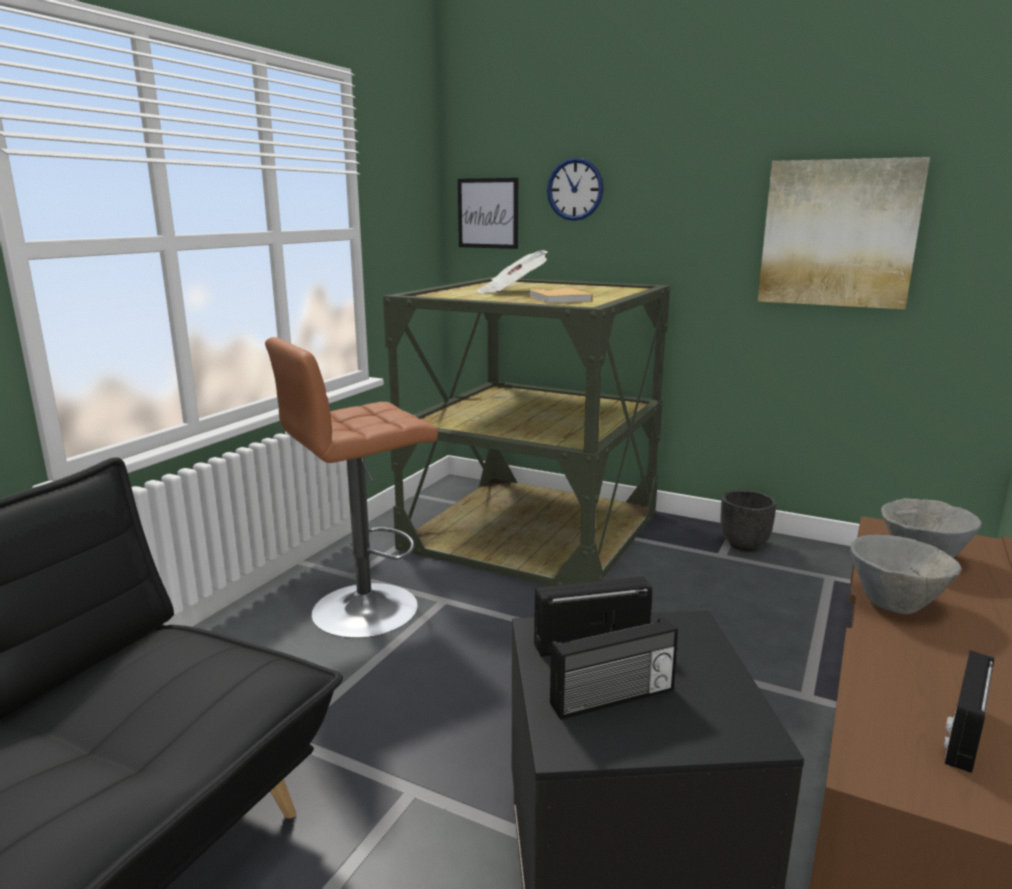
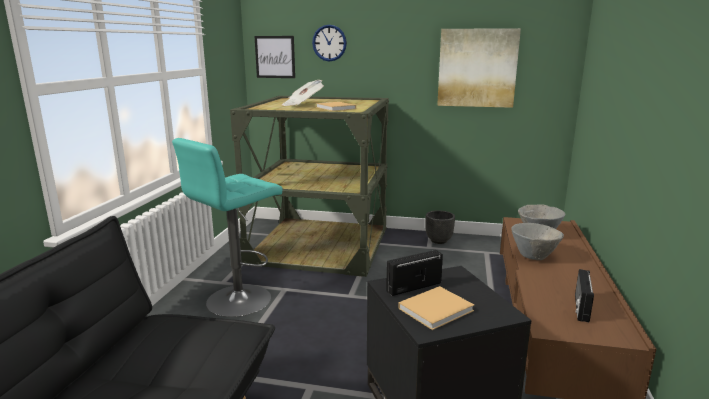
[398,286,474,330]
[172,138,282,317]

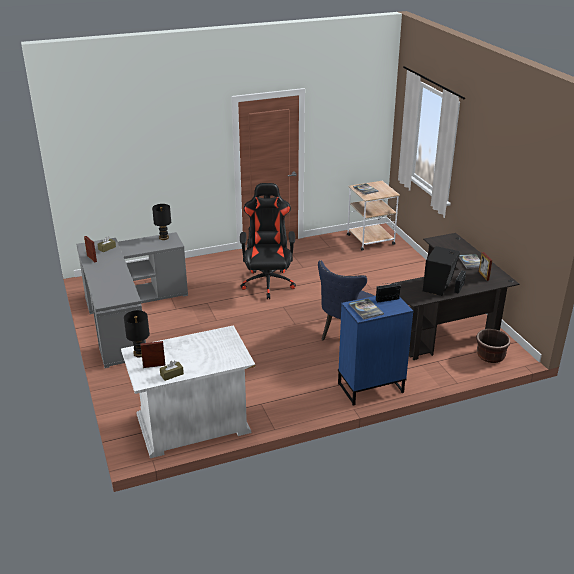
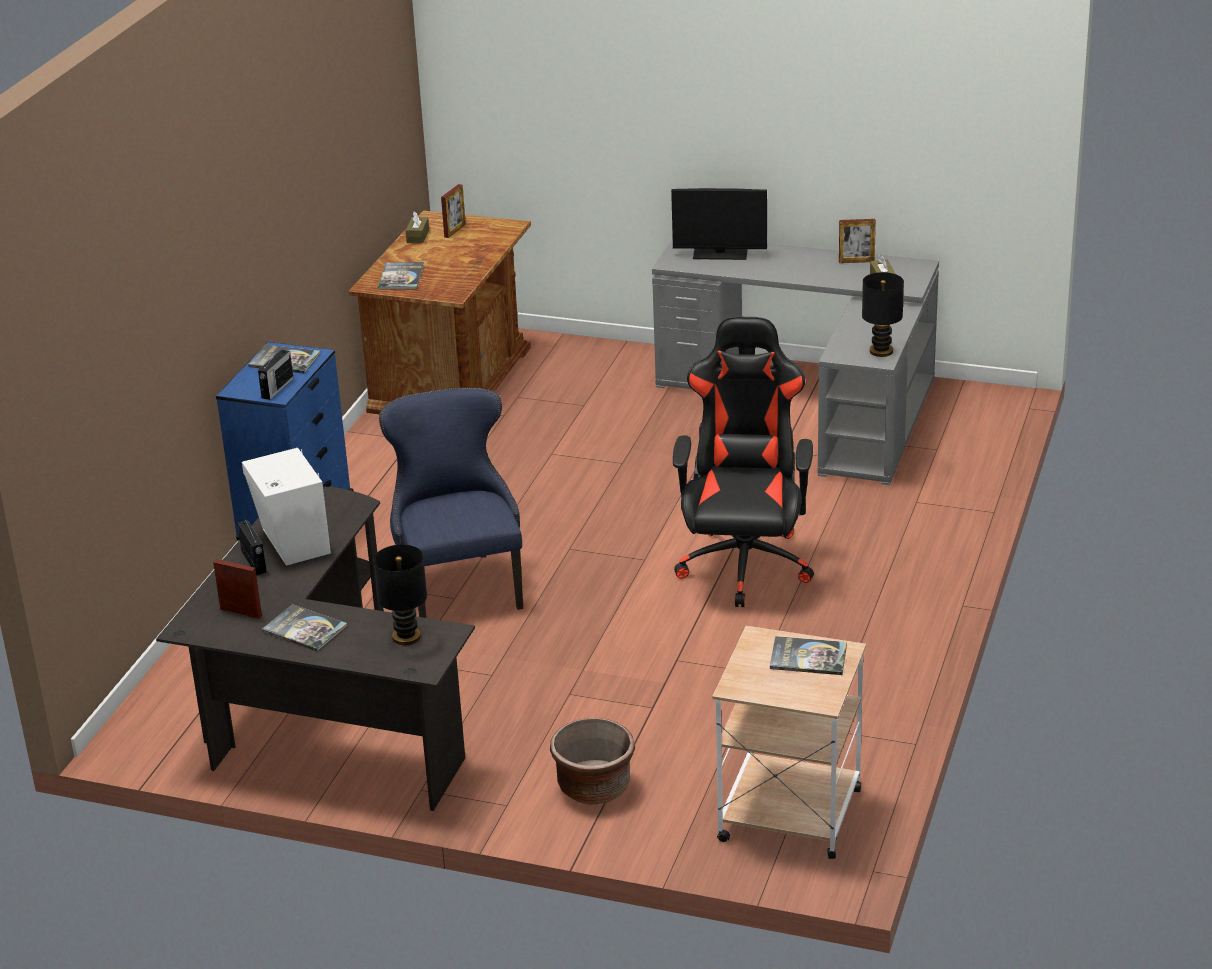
[378,262,424,289]
[671,188,767,260]
[374,545,427,645]
[550,718,635,804]
[349,211,531,414]
[242,448,331,566]
[673,317,814,607]

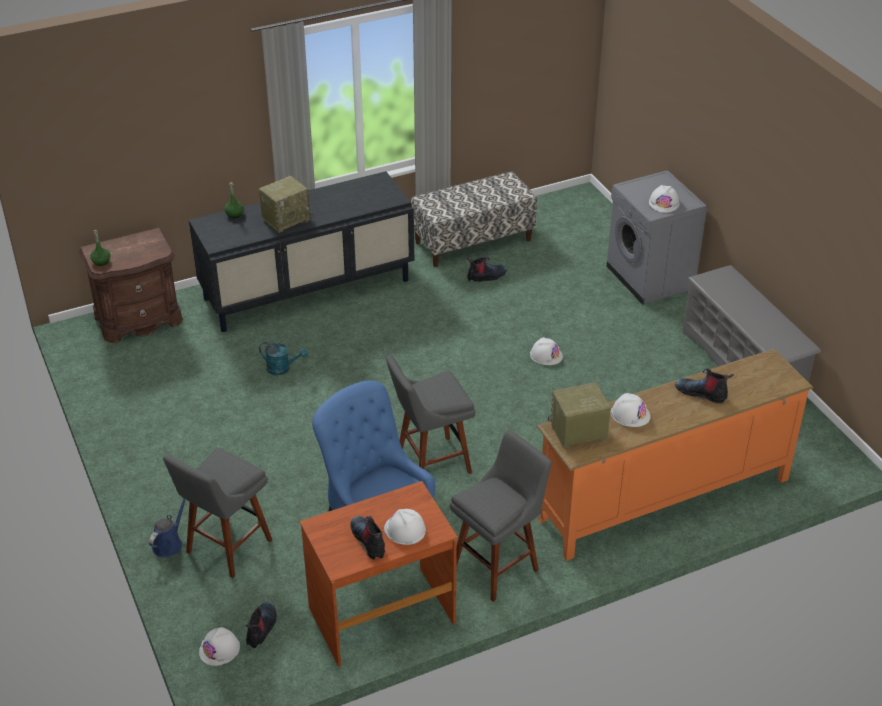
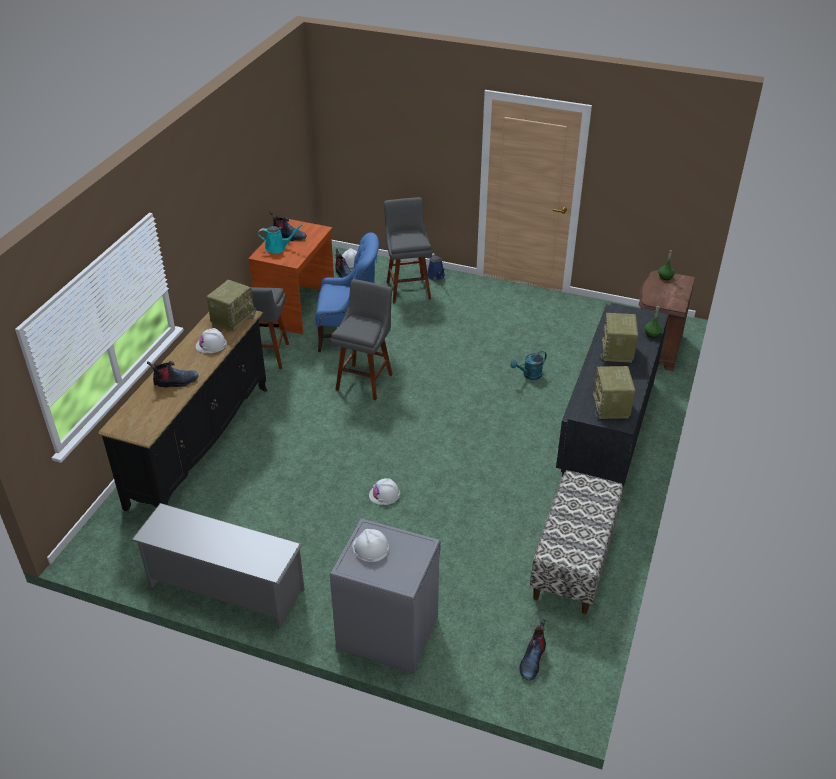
[593,366,635,419]
[519,619,546,680]
[258,224,303,253]
[98,310,268,511]

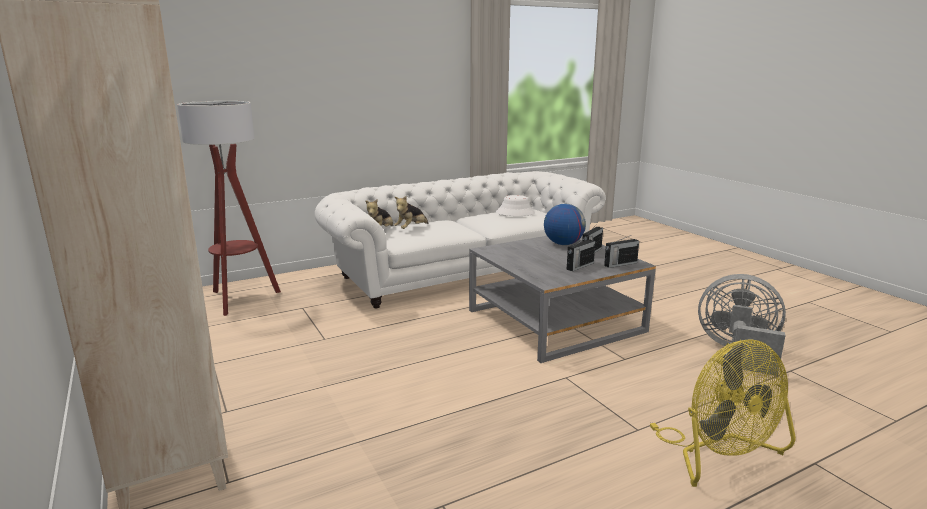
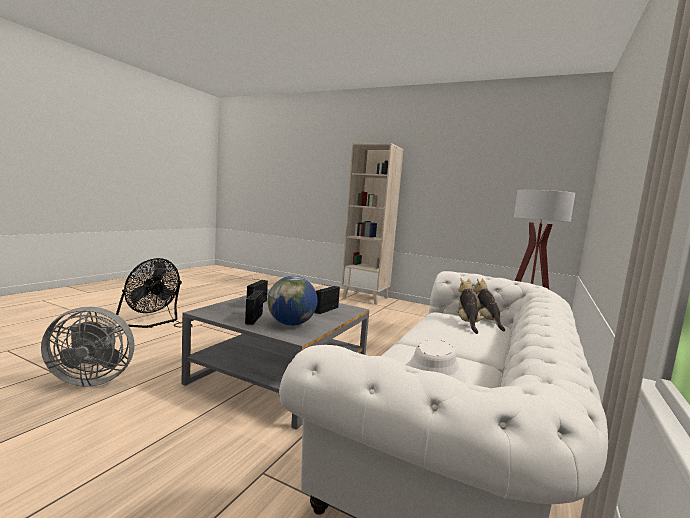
[314,284,340,314]
[116,258,193,328]

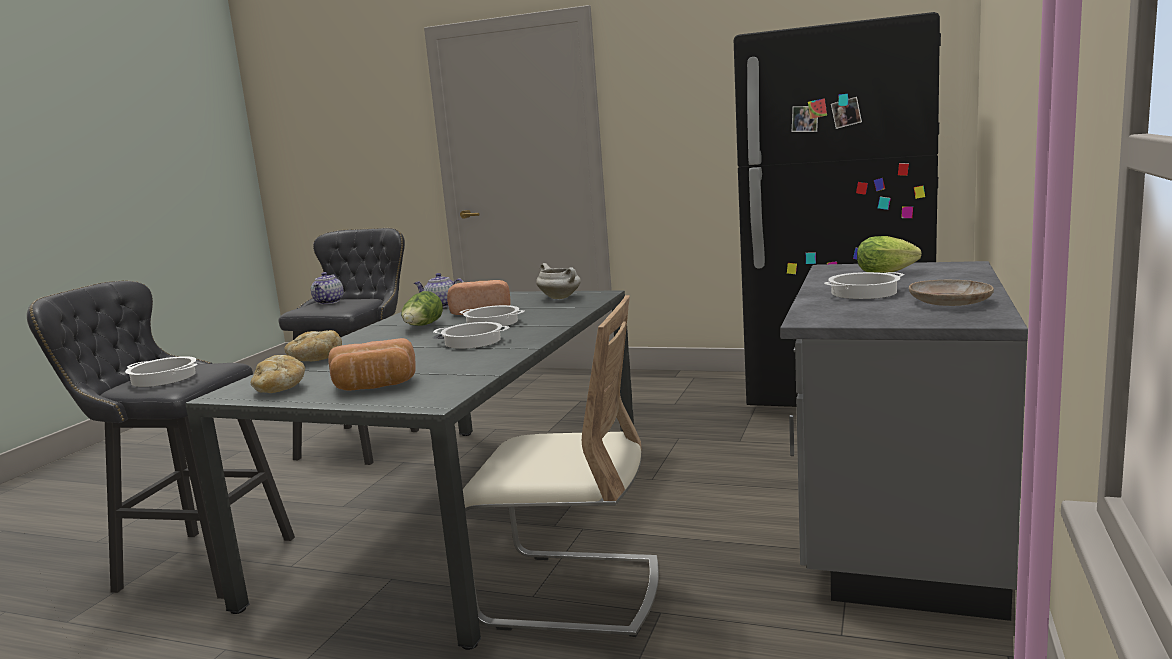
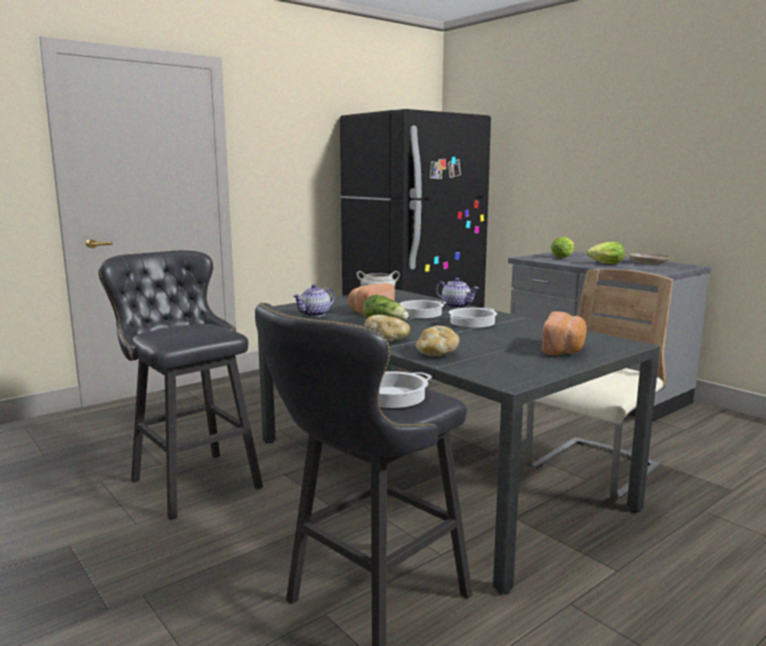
[364,315,410,341]
[436,278,478,308]
[587,242,625,264]

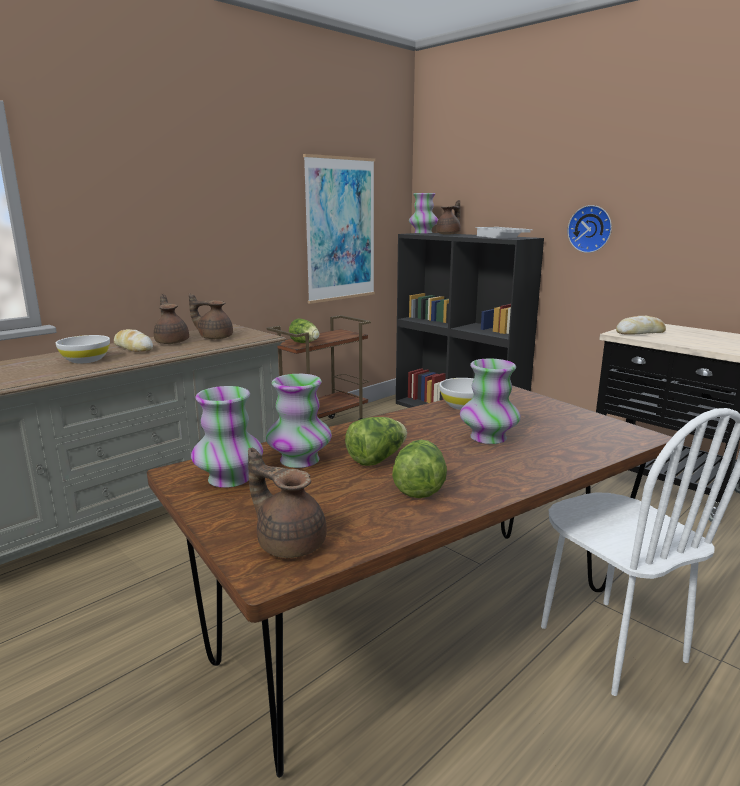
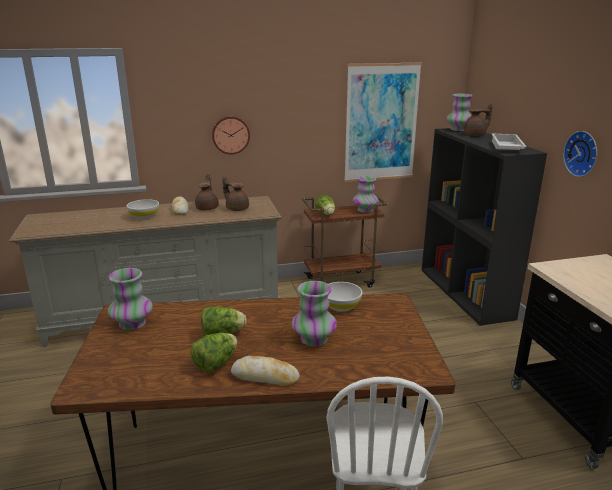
[248,448,327,558] (first image)
[212,116,250,154]
[353,176,379,213]
[231,356,300,386]

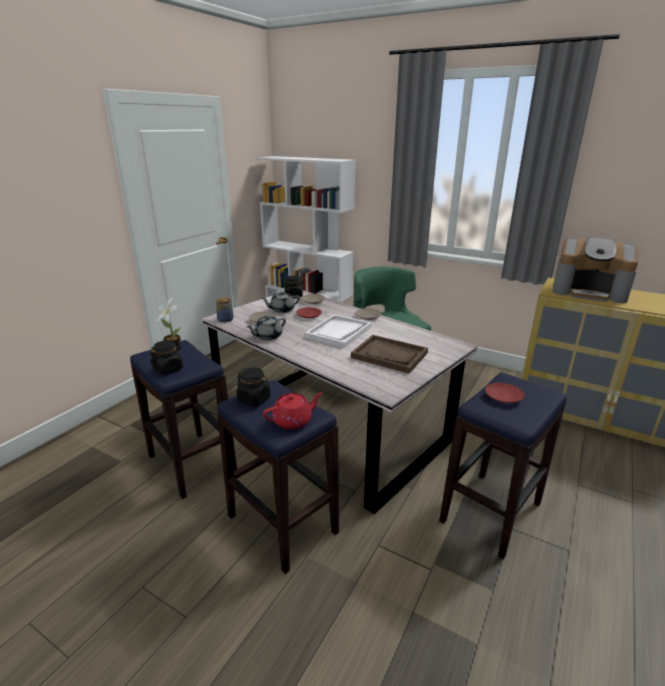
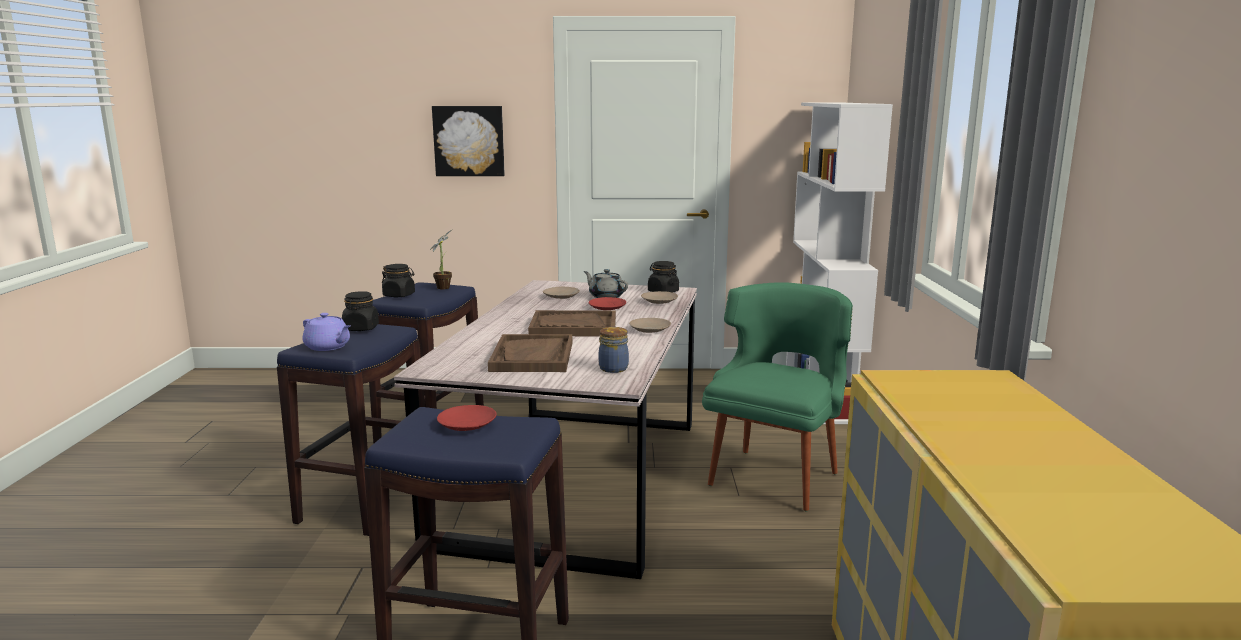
[246,316,286,340] (first image)
[552,237,638,303] (first image)
[432,106,505,176]
[598,327,629,373]
[303,313,350,351]
[528,310,616,336]

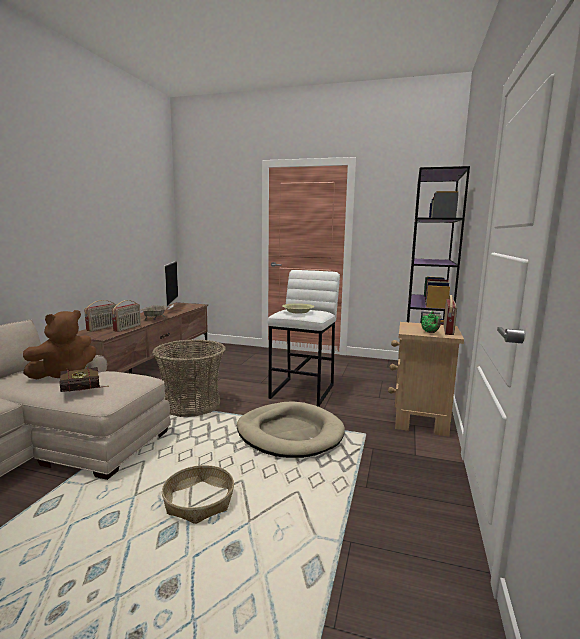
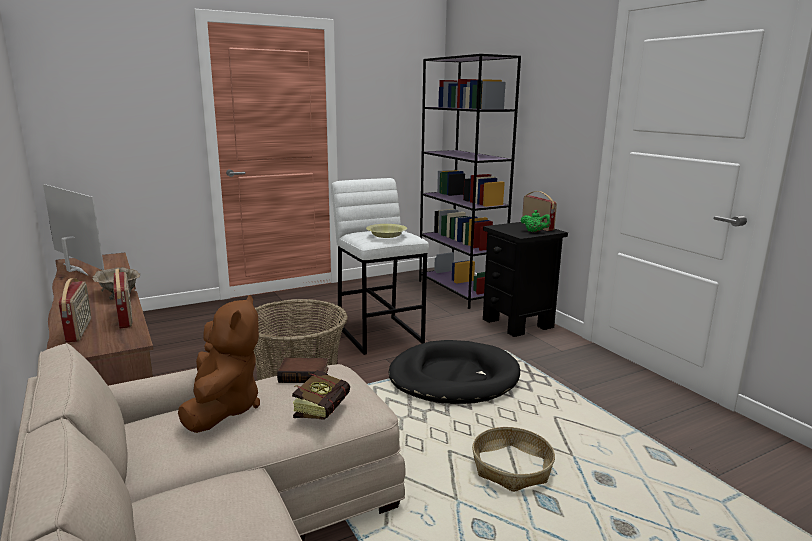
[277,358,329,383]
[389,340,520,404]
[483,222,568,337]

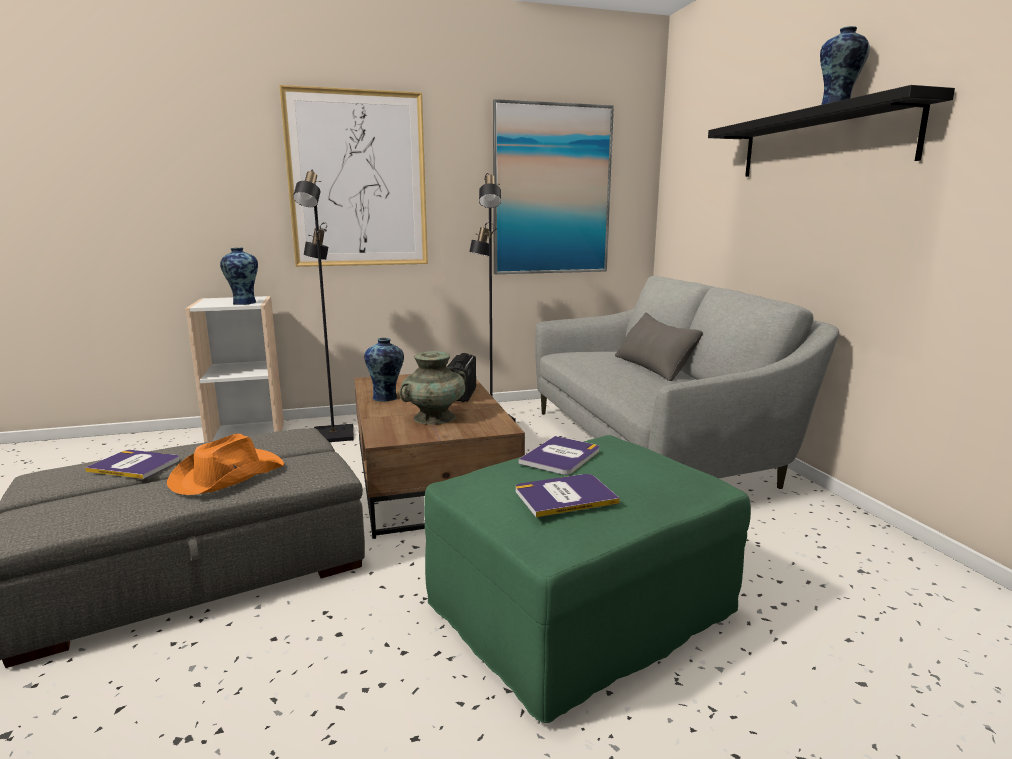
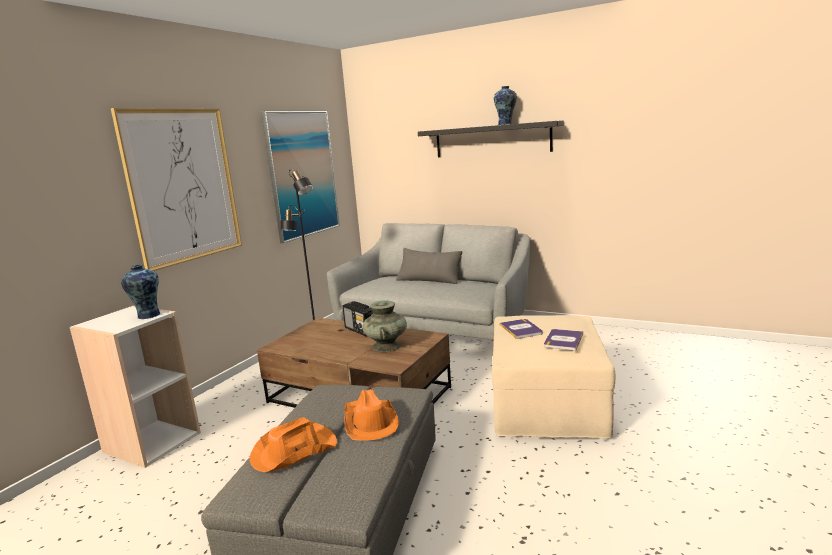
[293,170,354,442] (first image)
[364,338,404,402] (first image)
[250,417,337,472]
[492,315,615,439]

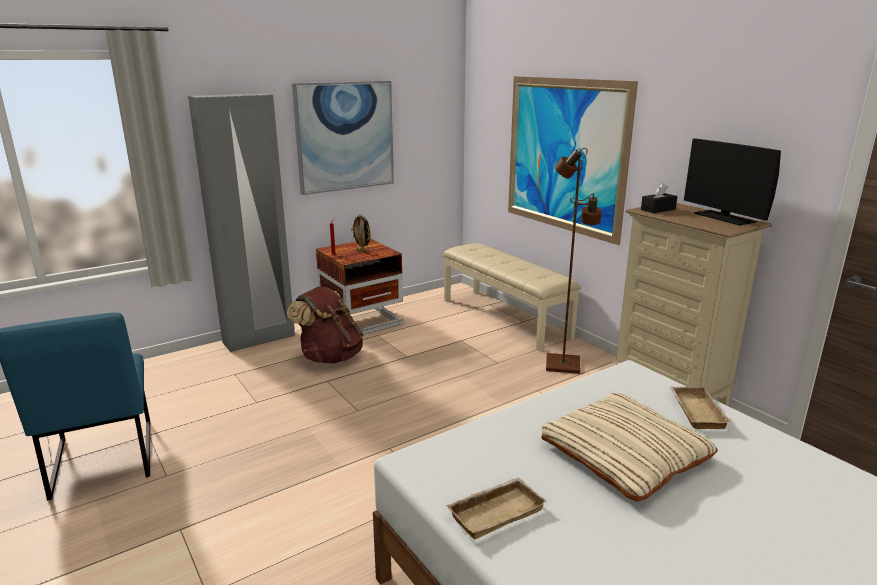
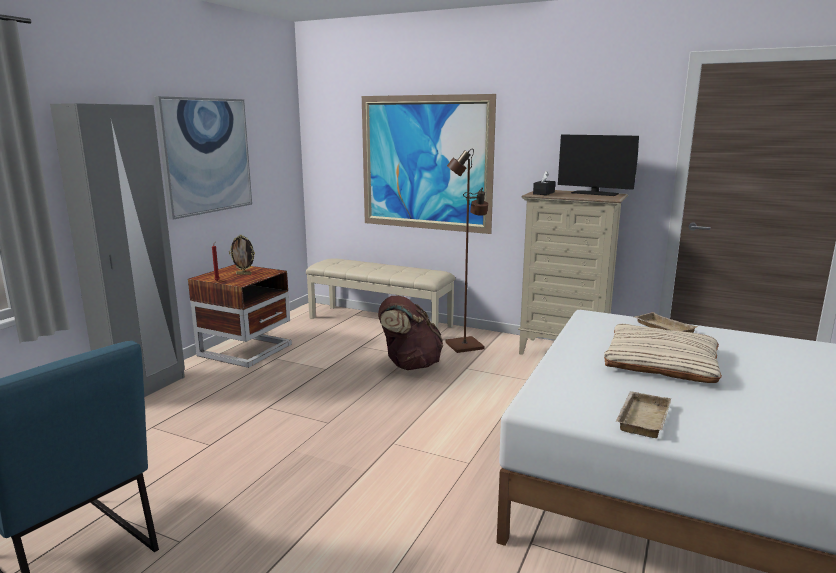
[378,295,443,370]

